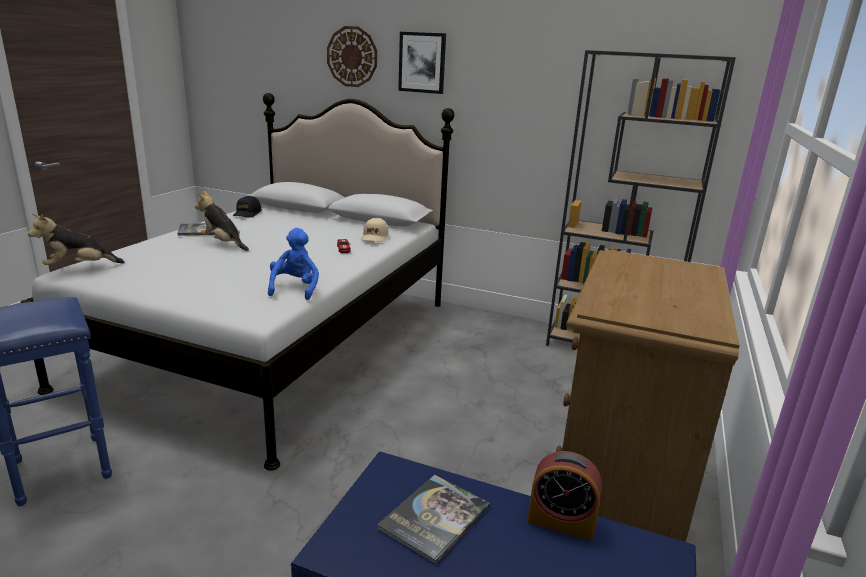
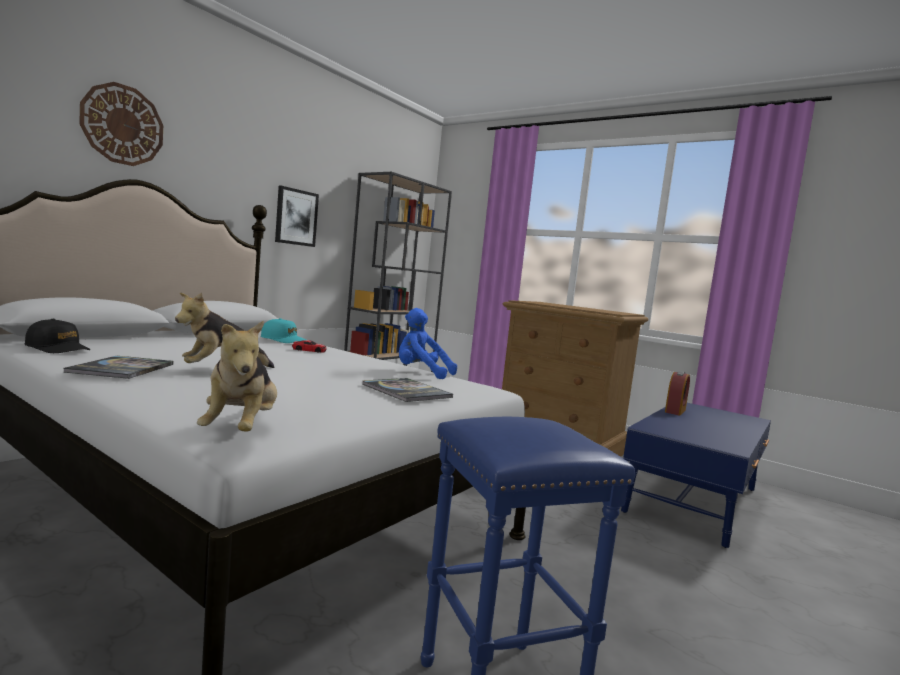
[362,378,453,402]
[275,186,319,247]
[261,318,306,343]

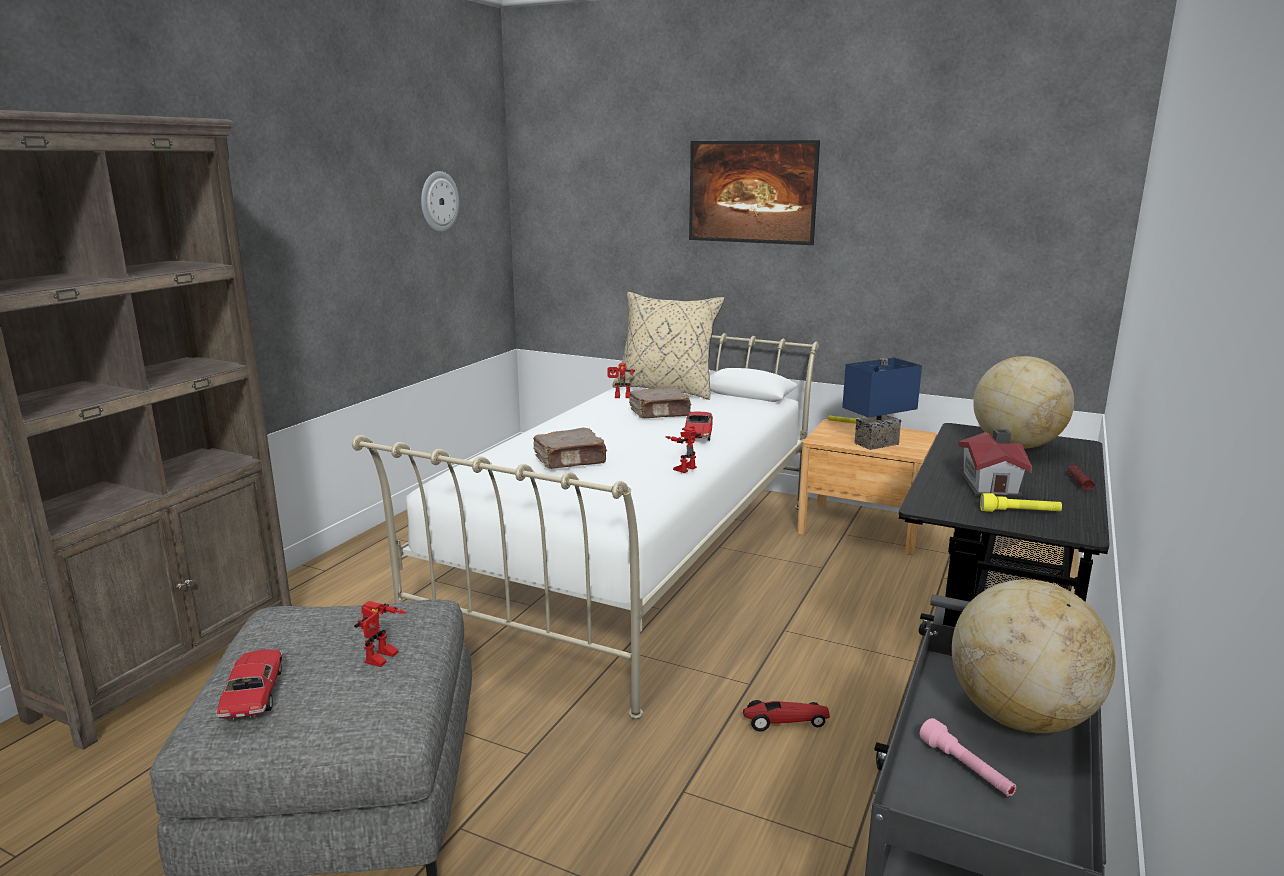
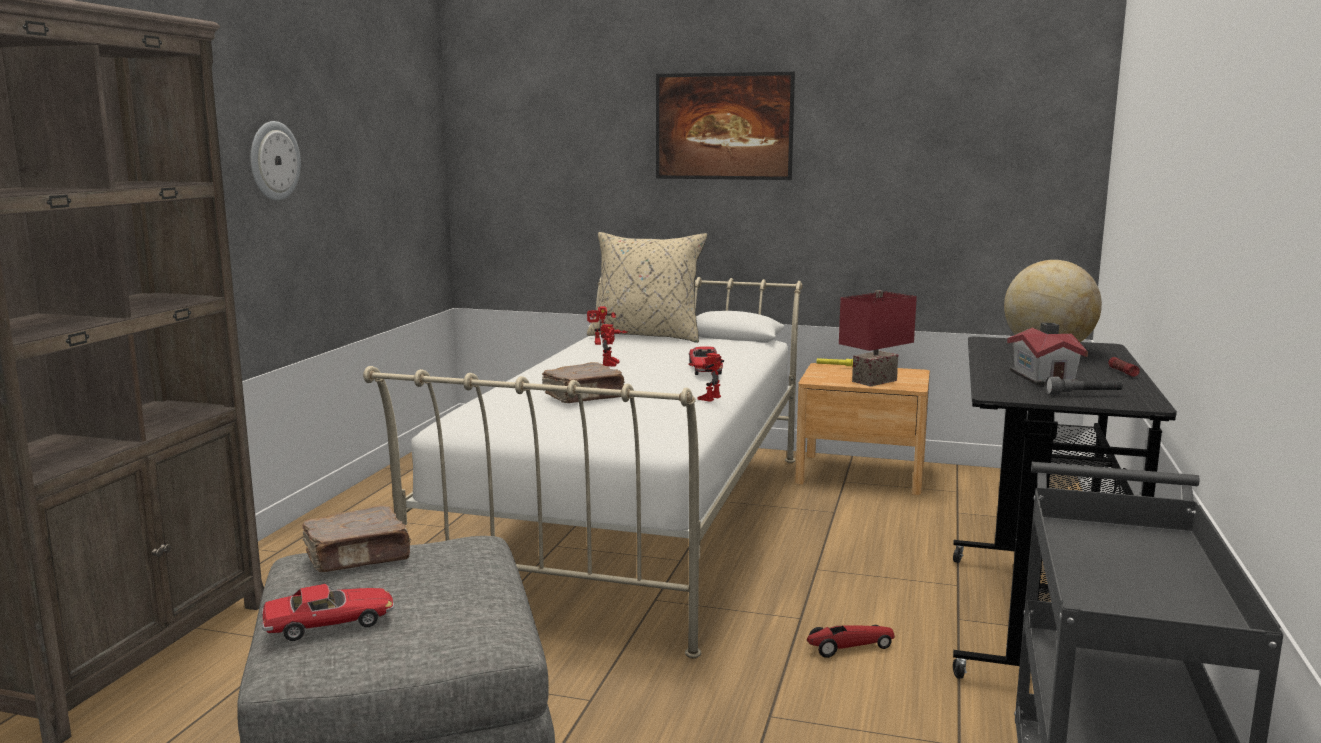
[920,718,1016,797] (first image)
[952,579,1115,733] (first image)
[600,324,627,367]
[250,121,301,201]
[302,505,411,572]
[839,290,917,387]
[1045,377,1123,395]
[262,584,394,641]

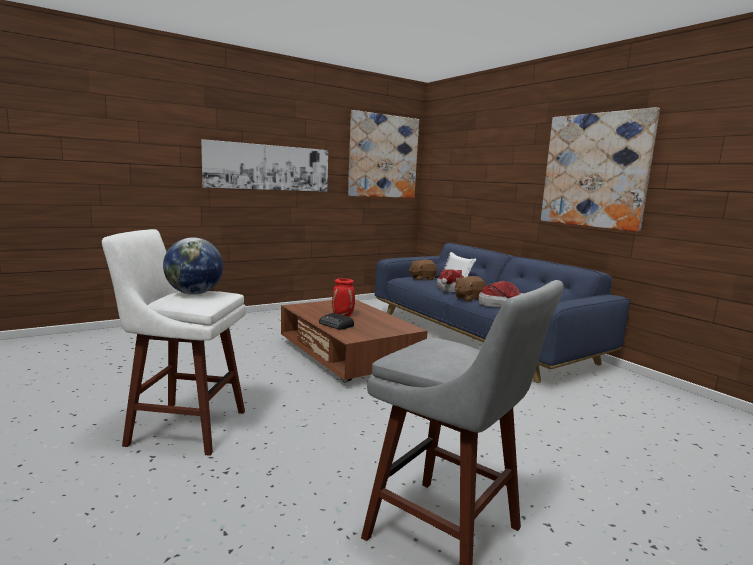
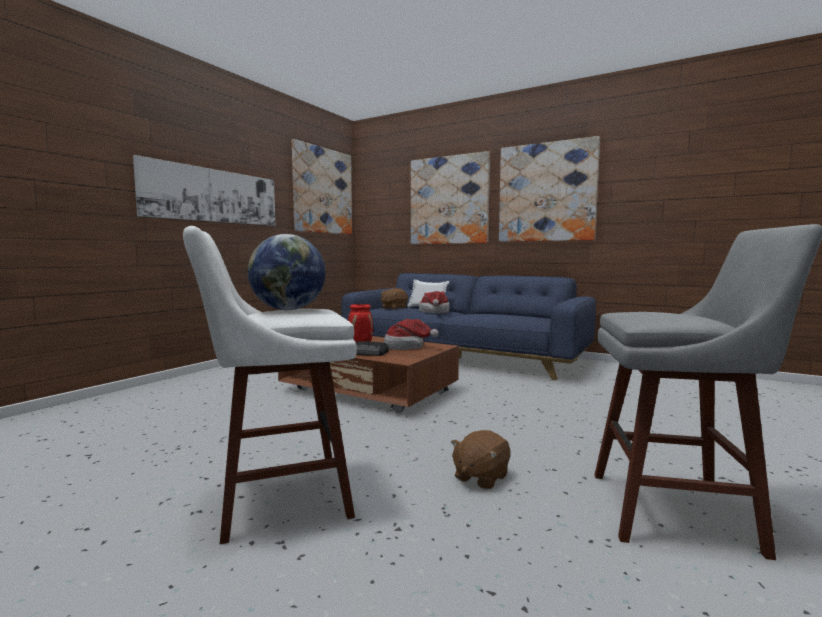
[411,151,490,244]
[451,430,511,490]
[384,319,439,350]

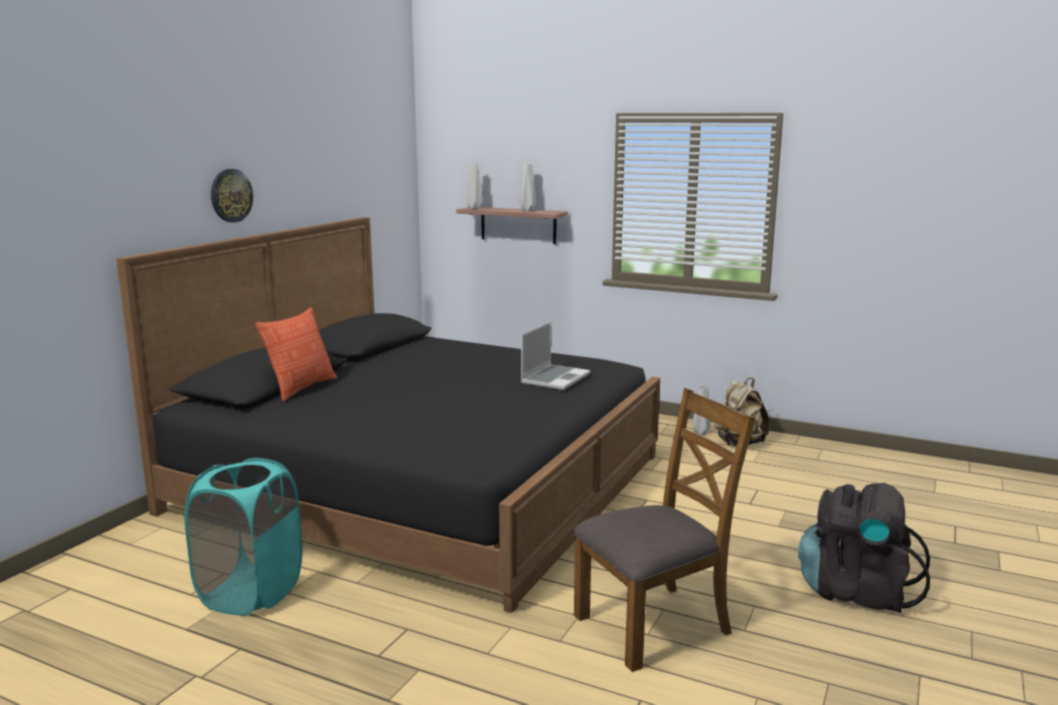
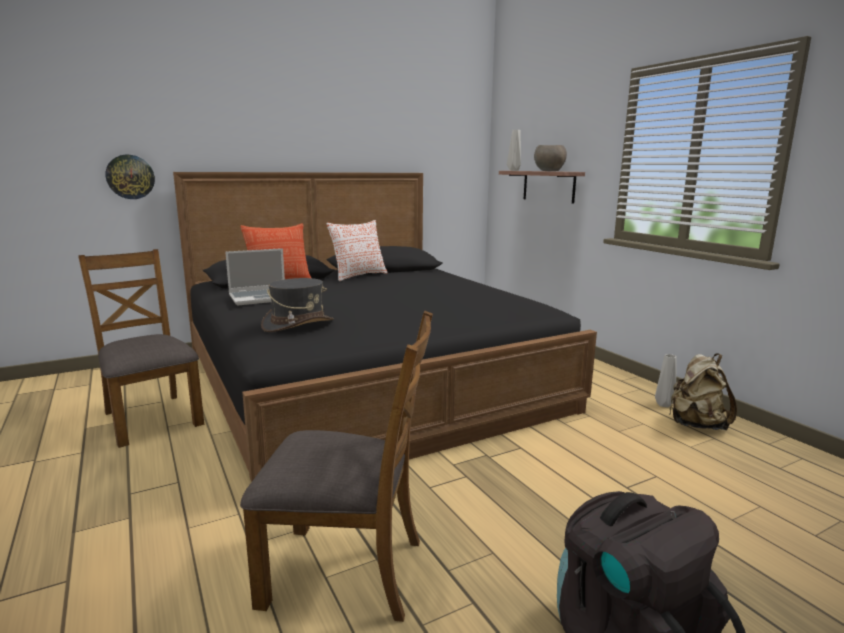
[261,278,334,332]
[327,220,388,281]
[105,155,155,199]
[225,248,285,305]
[78,249,204,448]
[534,145,567,171]

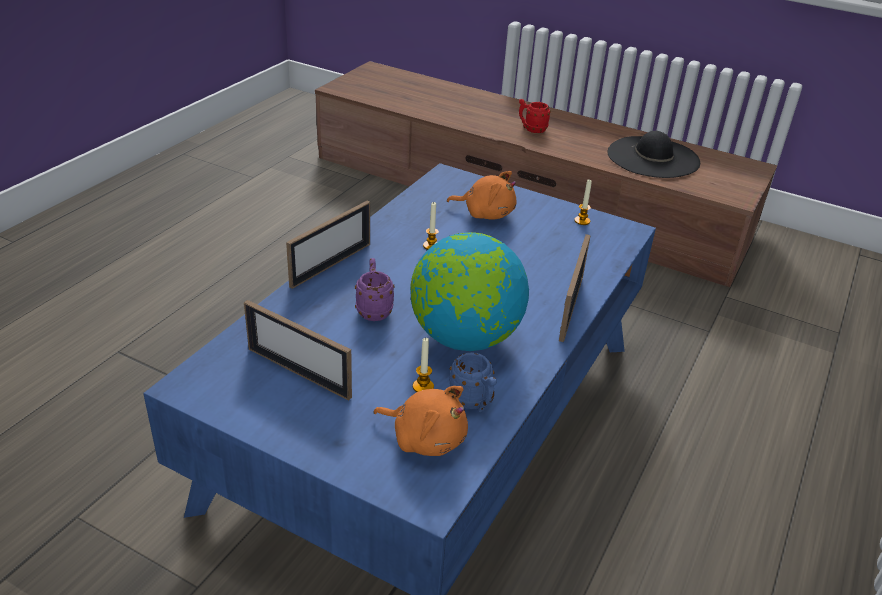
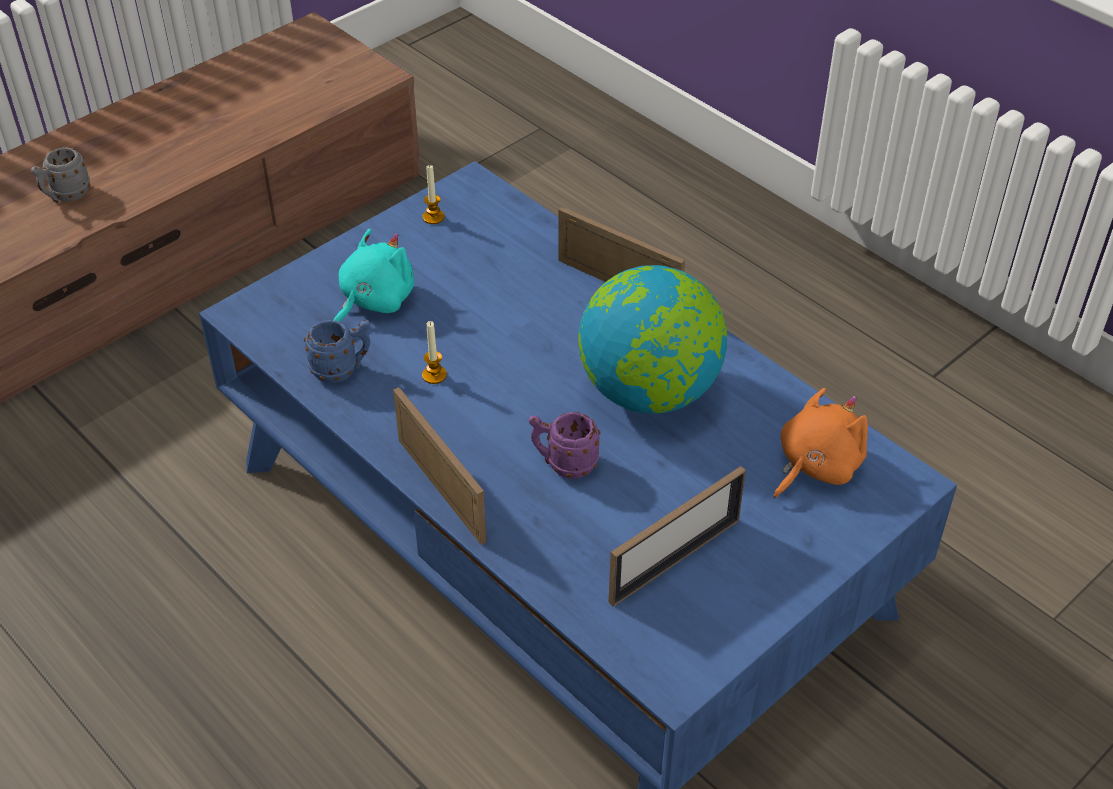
[413,338,434,392] (first image)
[607,131,700,178] (first image)
[304,320,370,383]
[333,229,414,322]
[31,147,90,203]

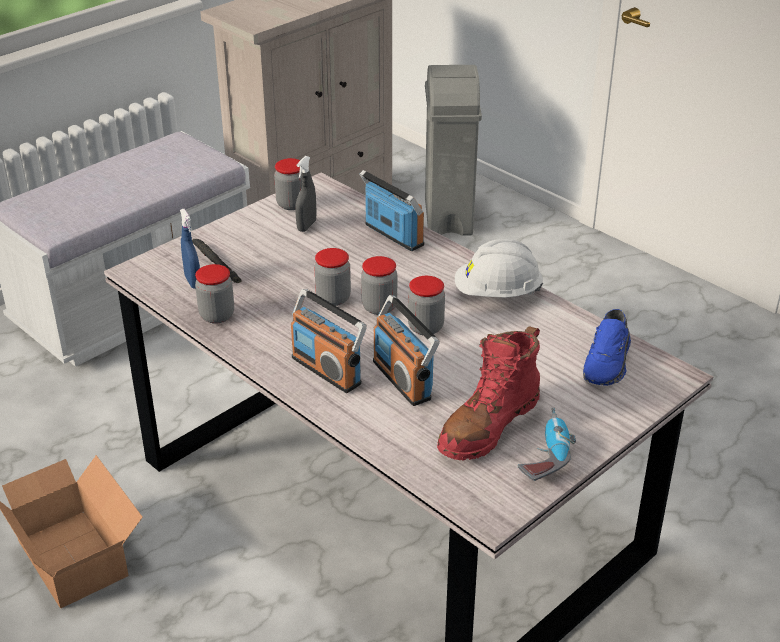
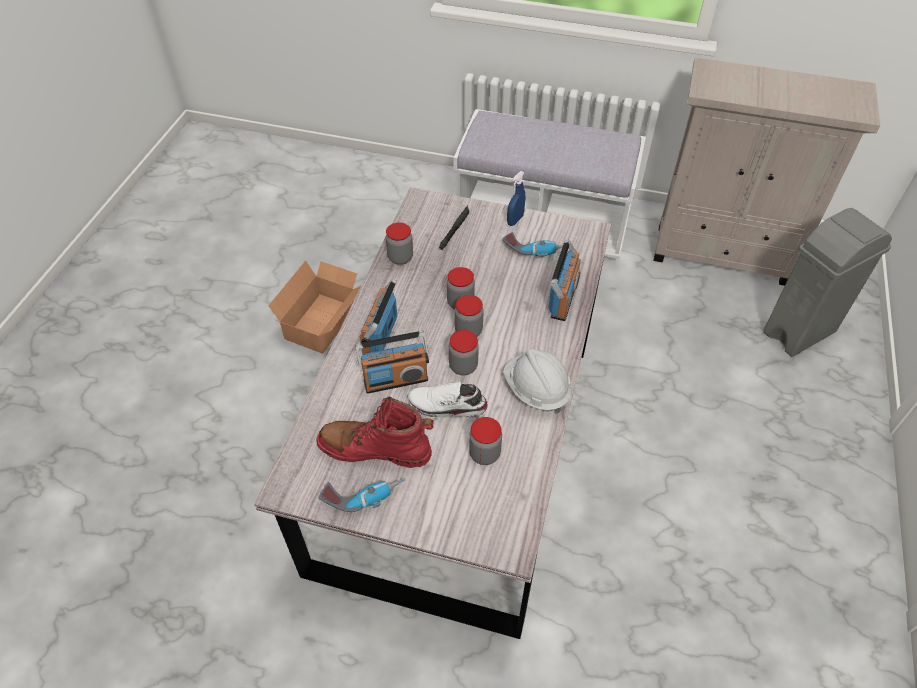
[583,309,631,386] (first image)
[408,381,488,419]
[507,171,525,226]
[469,417,502,465]
[502,232,563,257]
[355,331,429,394]

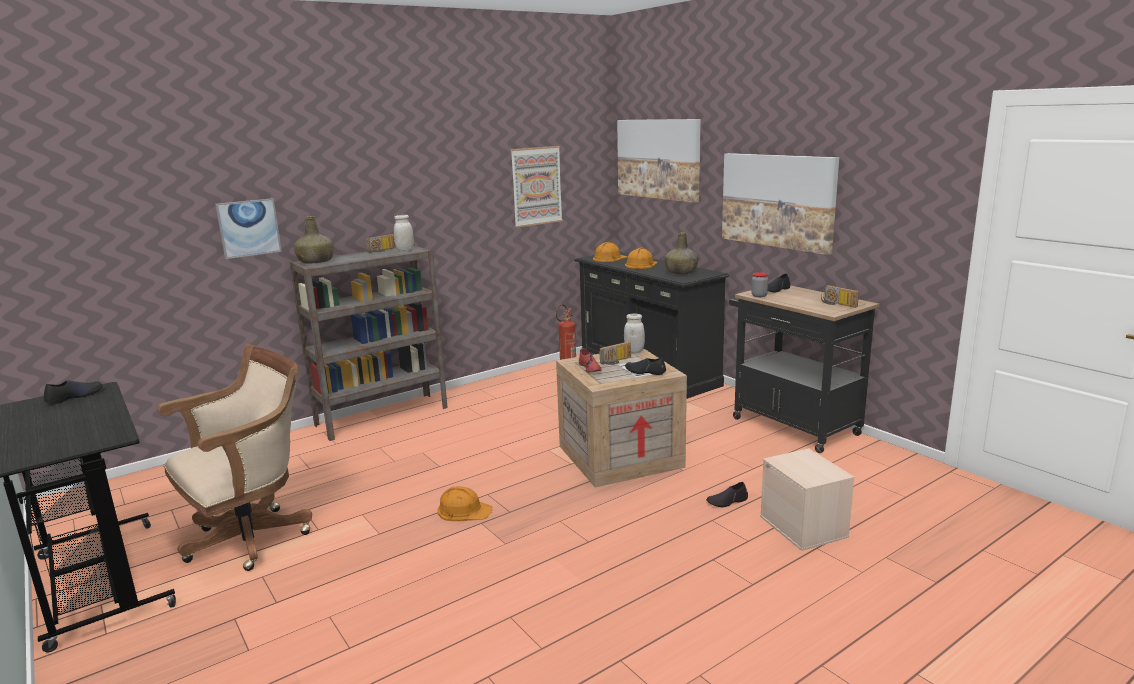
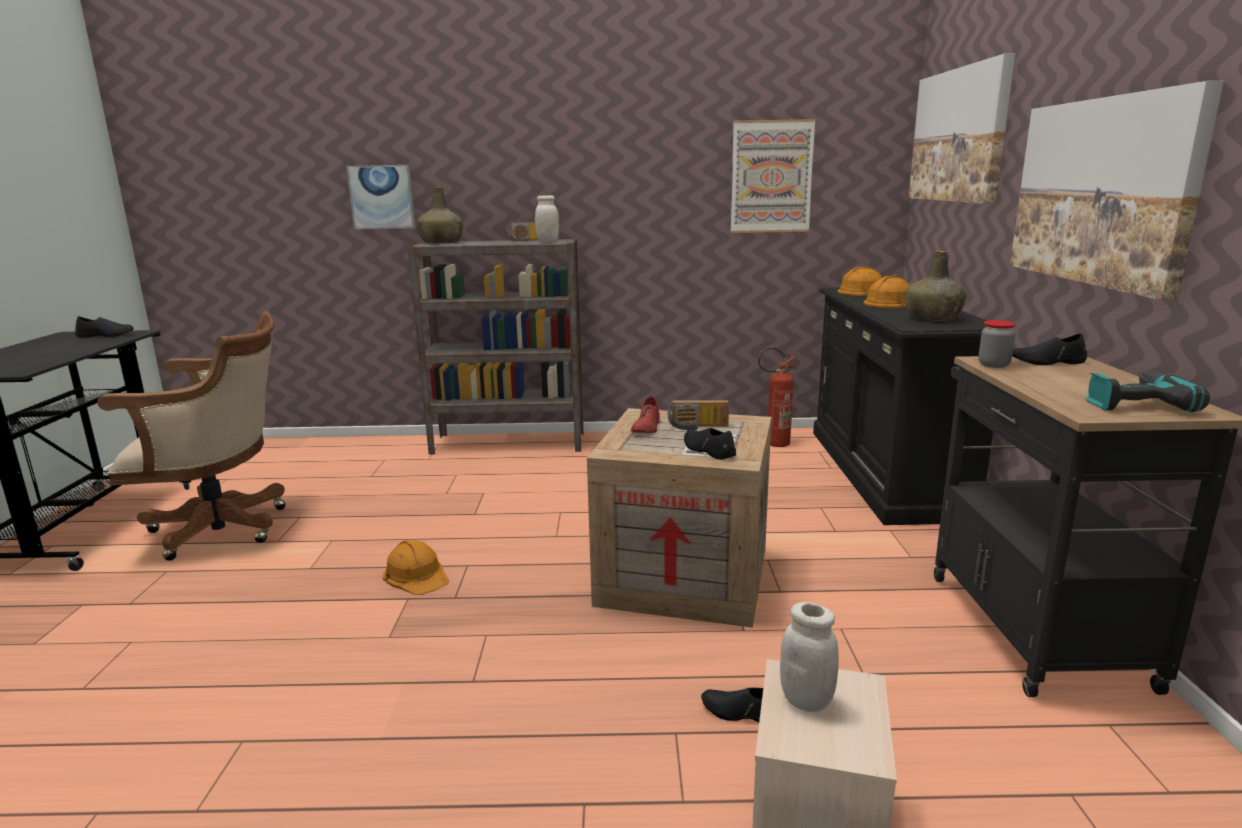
[780,602,839,712]
[1085,370,1210,412]

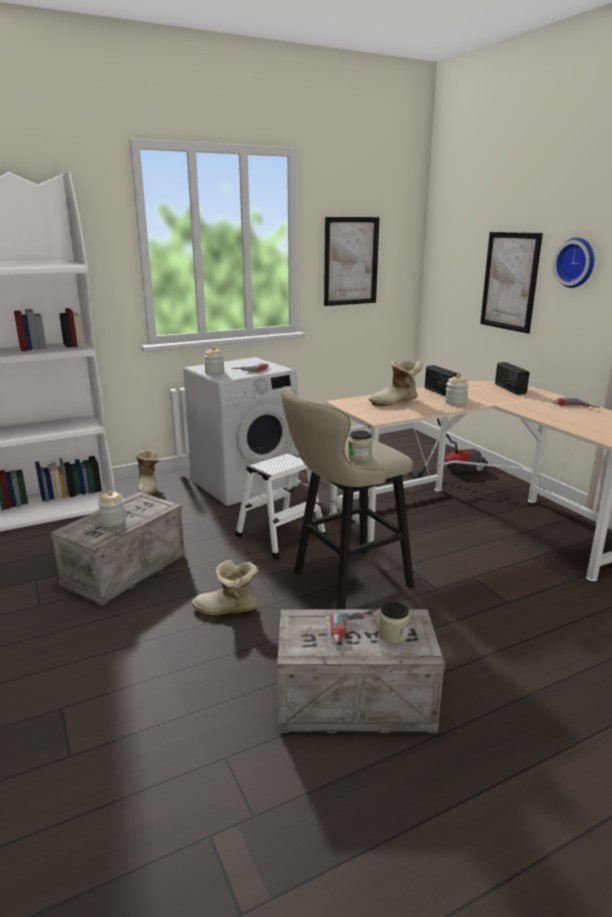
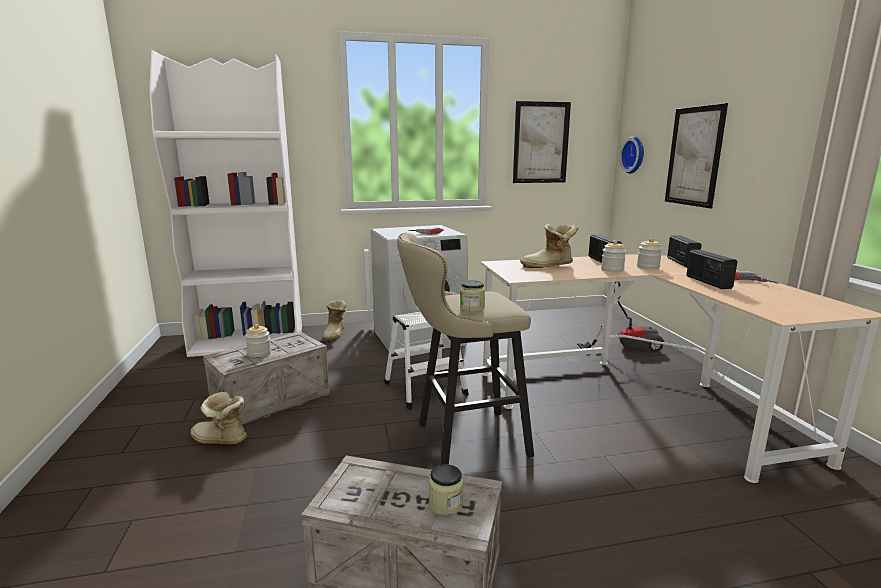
[331,610,377,643] (first image)
[686,250,738,289]
[190,392,247,444]
[637,238,662,269]
[620,136,644,174]

